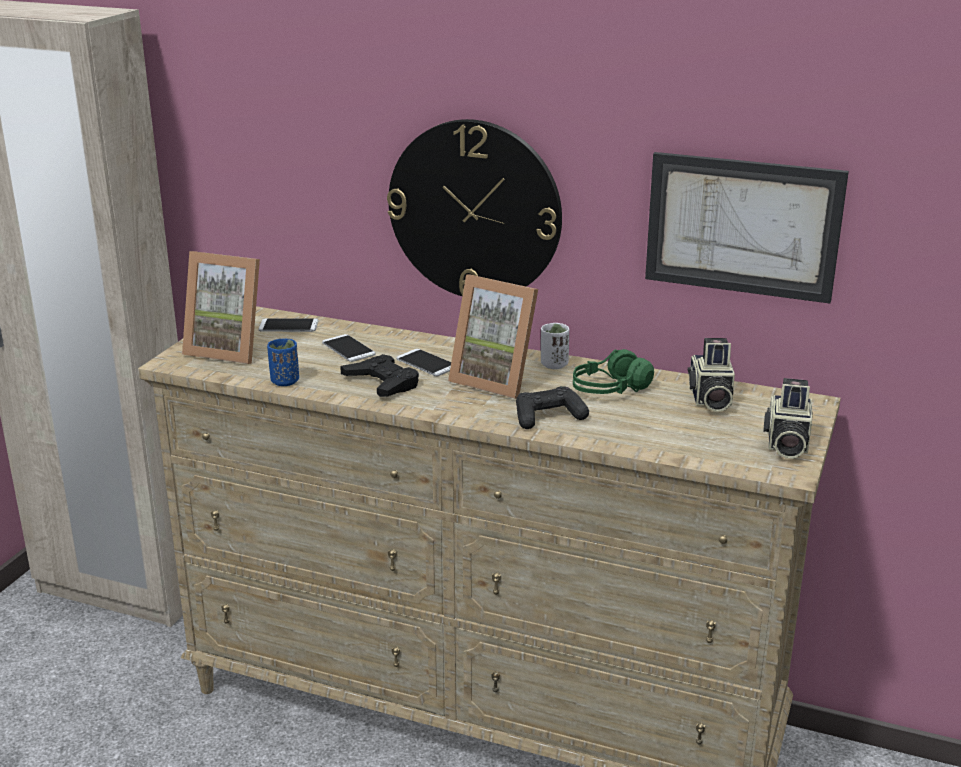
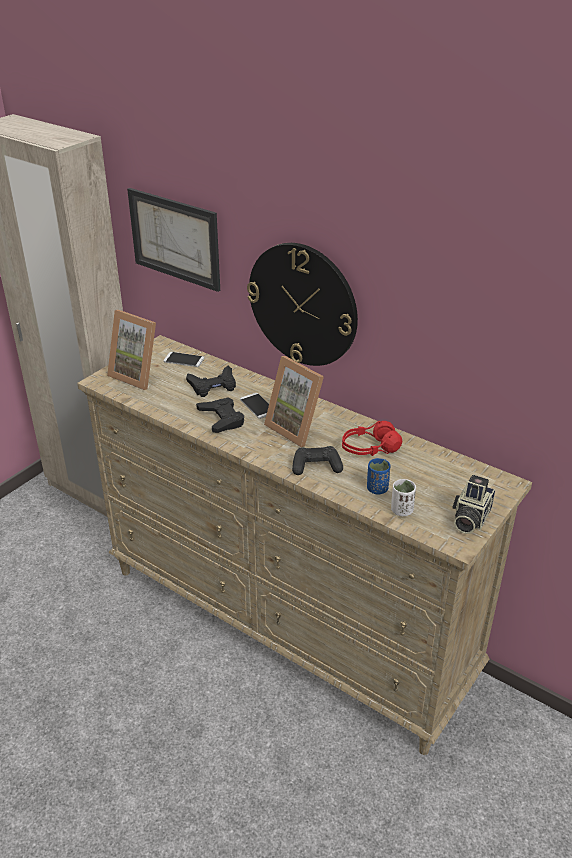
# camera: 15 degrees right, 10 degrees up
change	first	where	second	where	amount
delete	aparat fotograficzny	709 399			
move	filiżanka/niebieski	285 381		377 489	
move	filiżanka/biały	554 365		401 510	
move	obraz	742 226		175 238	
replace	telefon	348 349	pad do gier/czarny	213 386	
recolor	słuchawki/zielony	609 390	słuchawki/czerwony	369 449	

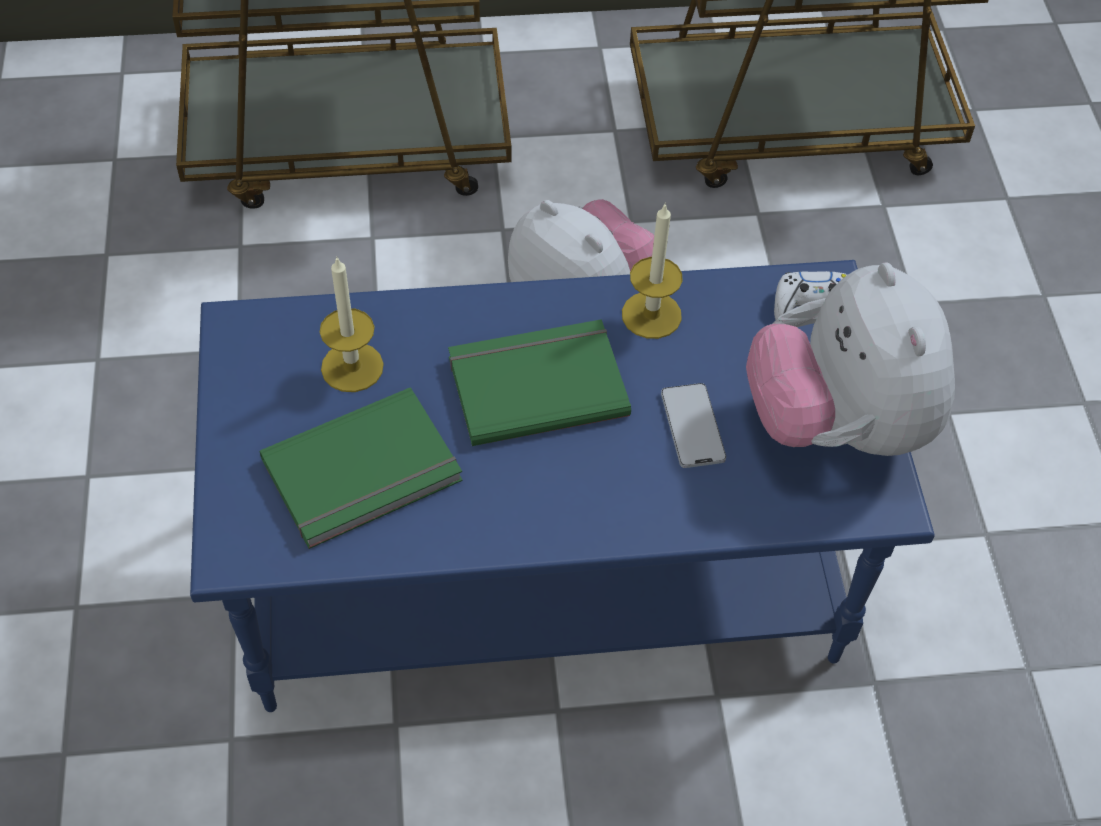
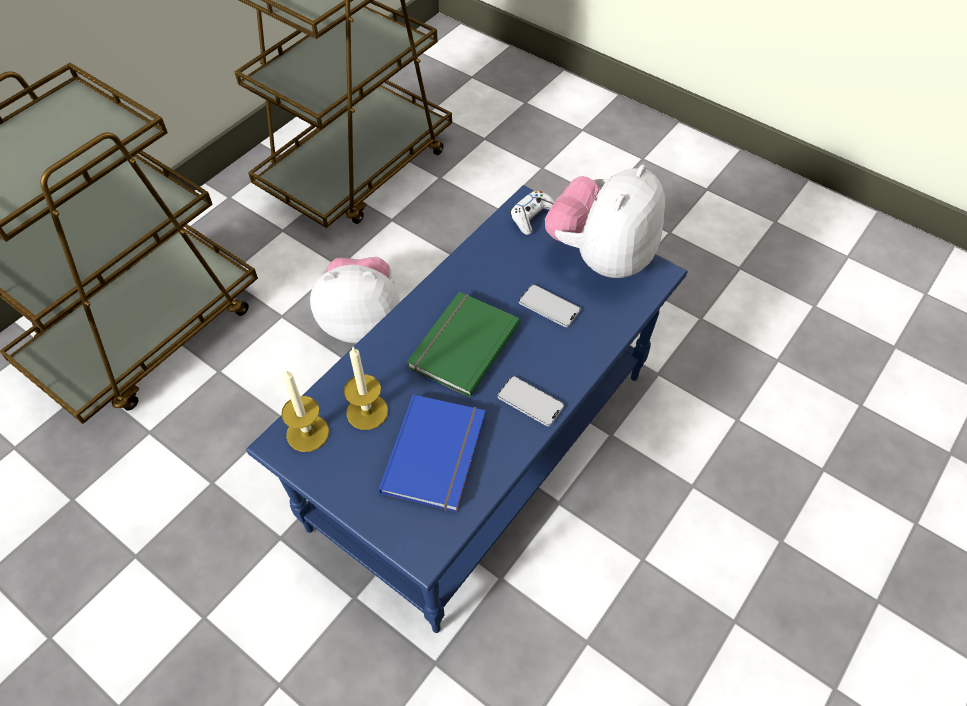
# camera: 45 degrees left, 0 degrees up
change	first	where	second	where	amount
insert			telefon	530 402	
move	świeca	651 315		307 433	
recolor	książka/zielony	365 474	książka/niebieski	438 454	
rotate	pluszak	838 424		601 257	90 degrees clockwise

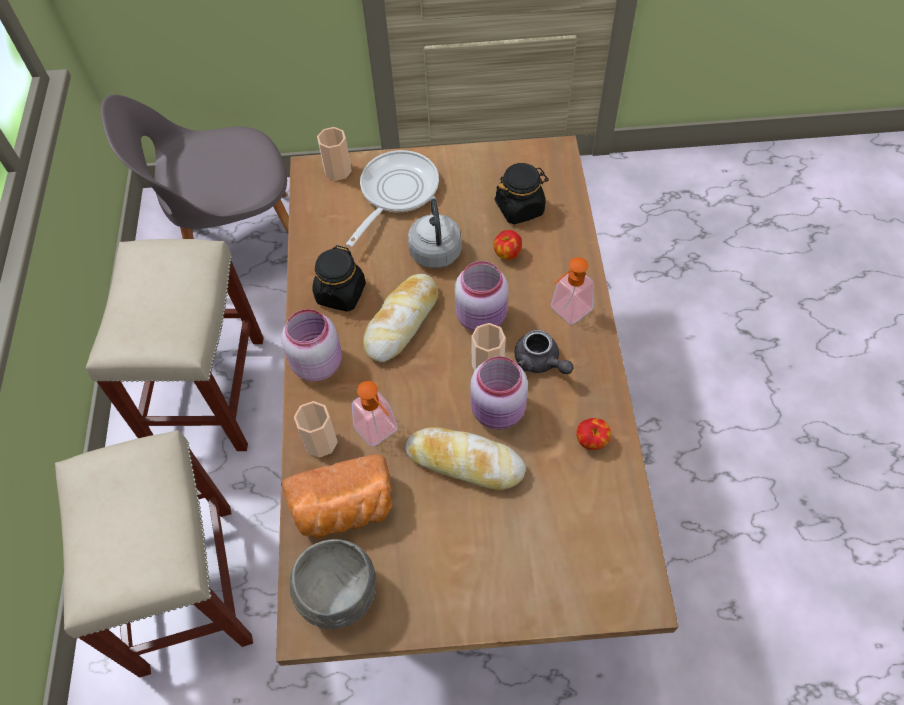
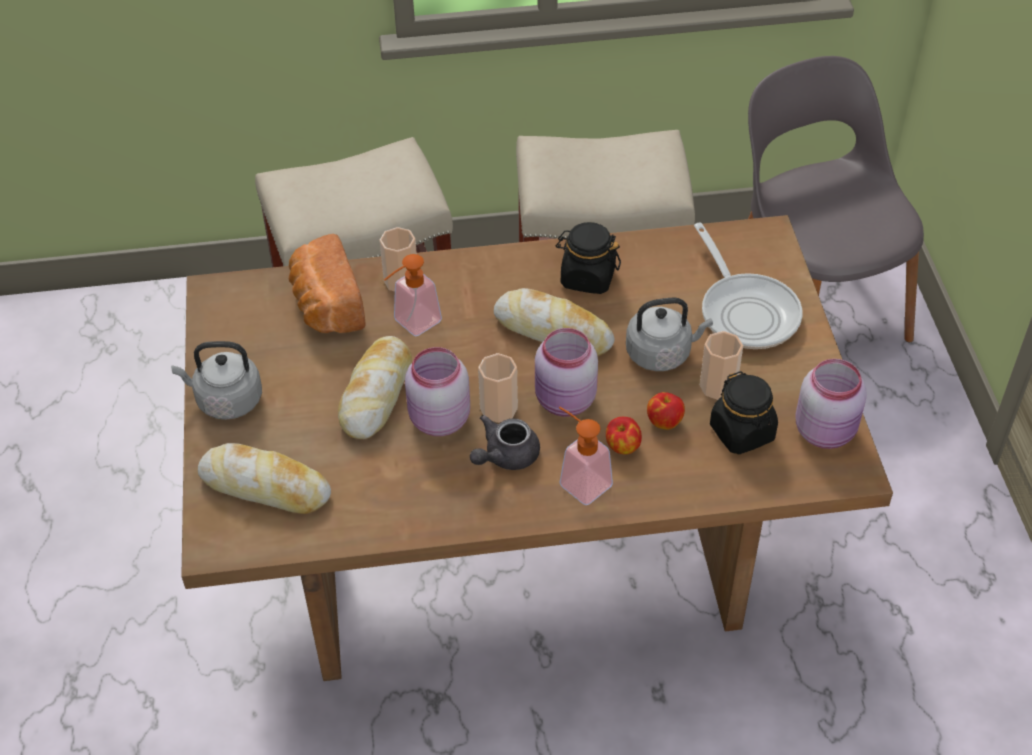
# camera: 85 degrees right, 10 degrees down
change	first	where	second	where	amount
delete	miska/szary	338 595			
insert			czajnik/szary	226 400	
insert			chleb	265 486	
move	słoik/różowy	317 362		826 431	
move	filiżanka	338 170		718 386	
move	jabłko	591 441		622 447	
rotate	patelnia	395 193		746 311	45 degrees clockwise

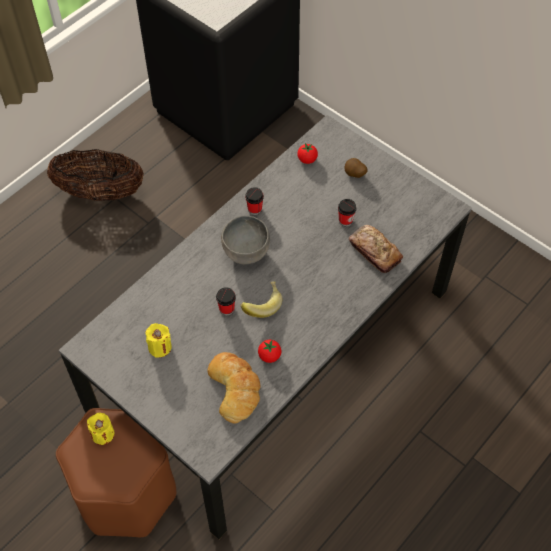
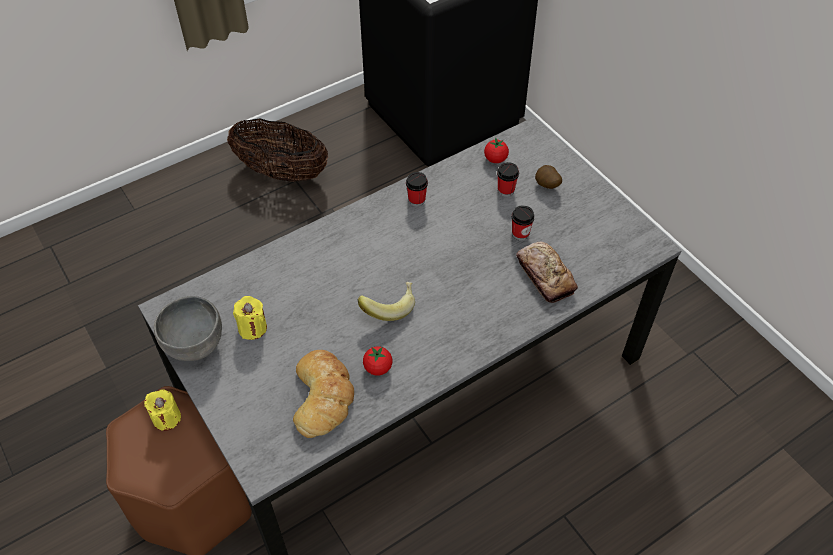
# camera: 15 degrees right, 5 degrees down
change	first	where	second	where	amount
move	filiżanka	226 309		506 190	
move	miska/szary	246 253		195 346	

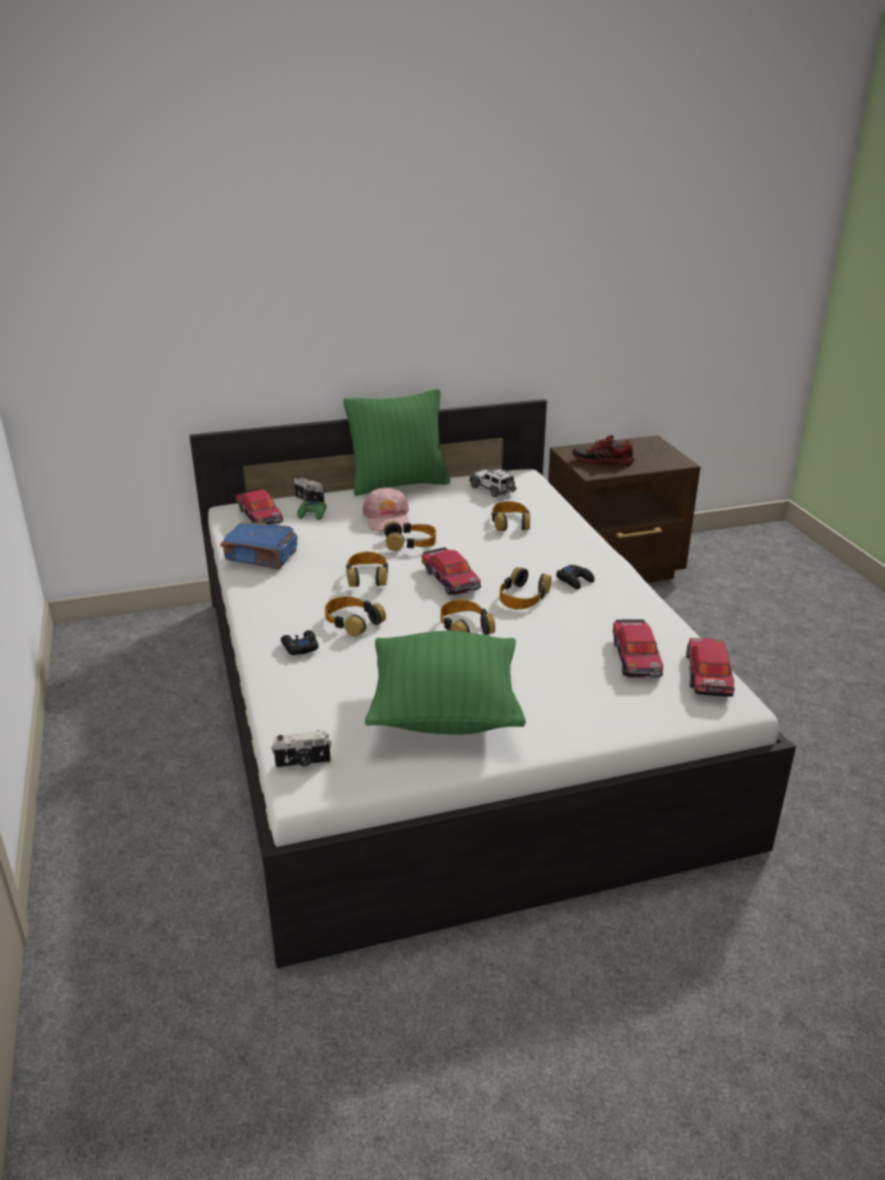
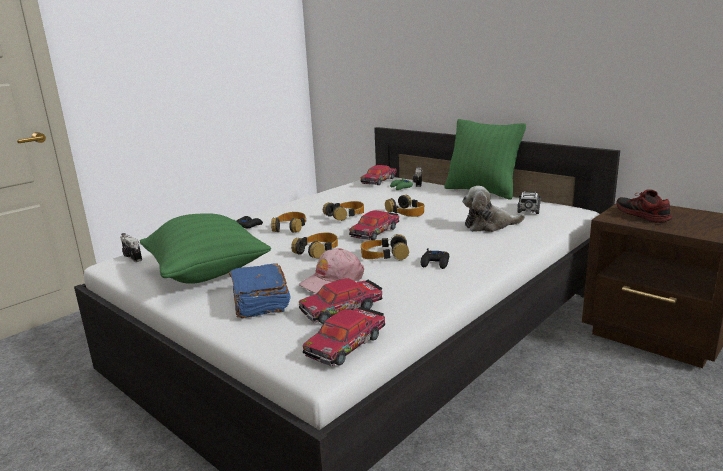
# camera: 60 degrees right, 10 degrees down
change	first	where	second	where	amount
move	książka/niebieski	262 557		259 302	
move	czapka z daszkiem/różowy	387 518		332 280	
replace	słuchawki	510 522	pluszak	489 226	
rotate	samochodzik	708 676		346 344	150 degrees clockwise

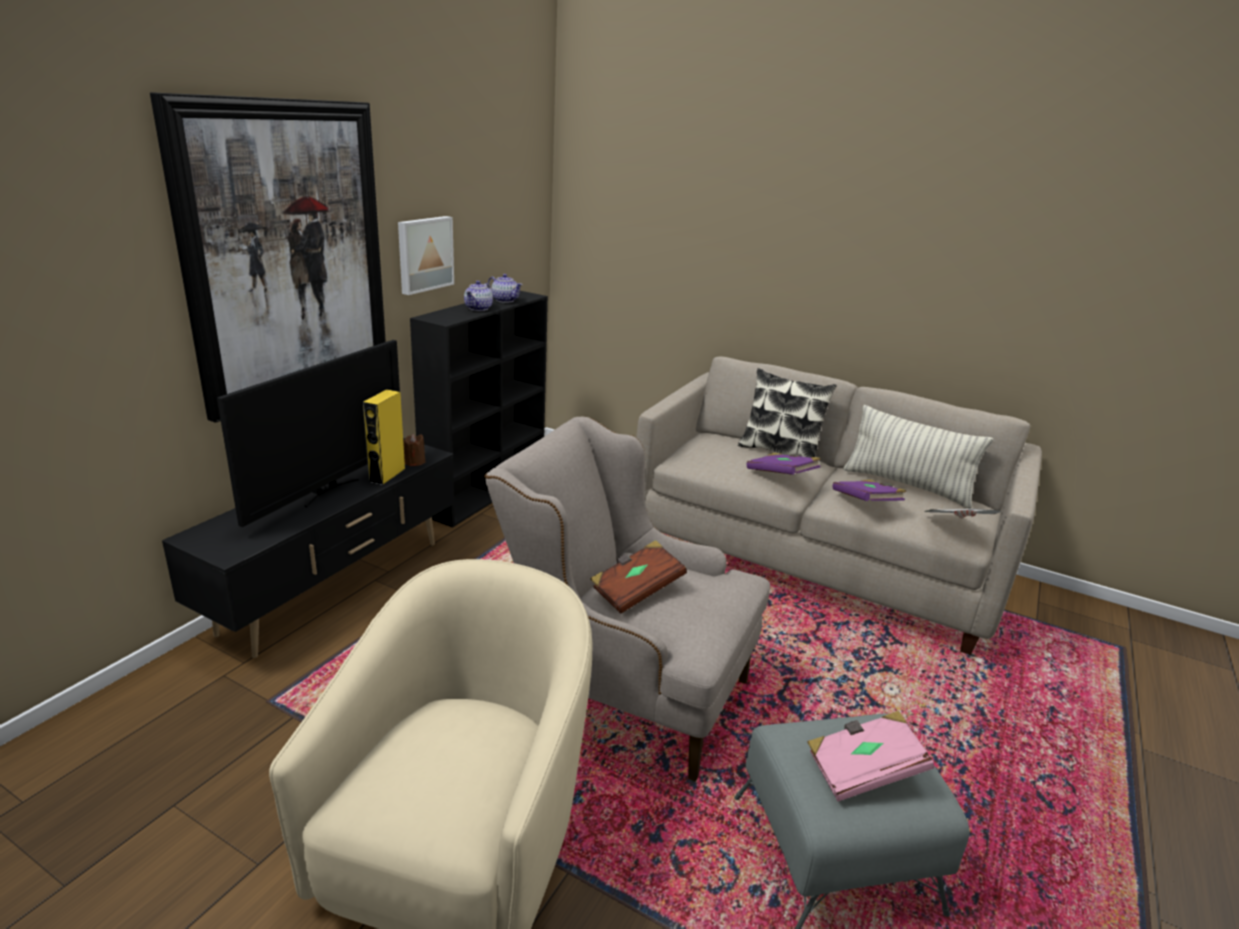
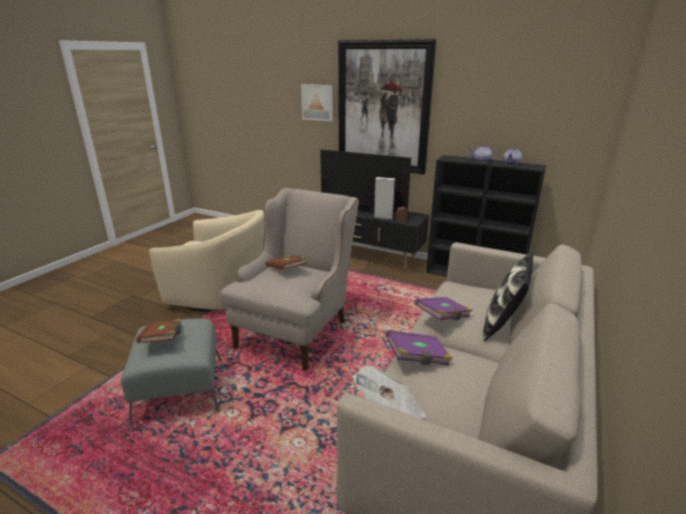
# camera: 90 degrees right, 0 degrees up
change	first	where	second	where	amount
delete	poduszka	907 485			
move	obraz	424 254		318 102	
recolor	głośnik/żółty	387 475	głośnik/szary	383 217	
recolor	książka/różowy	863 770	książka/brązowy	163 340	

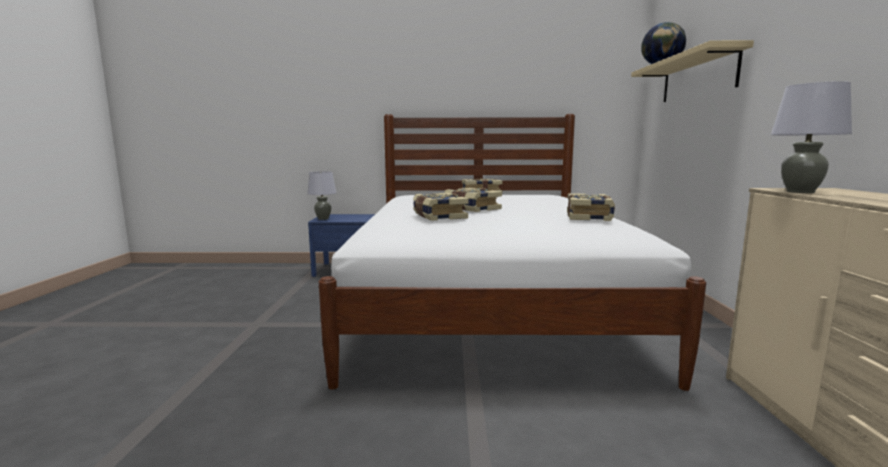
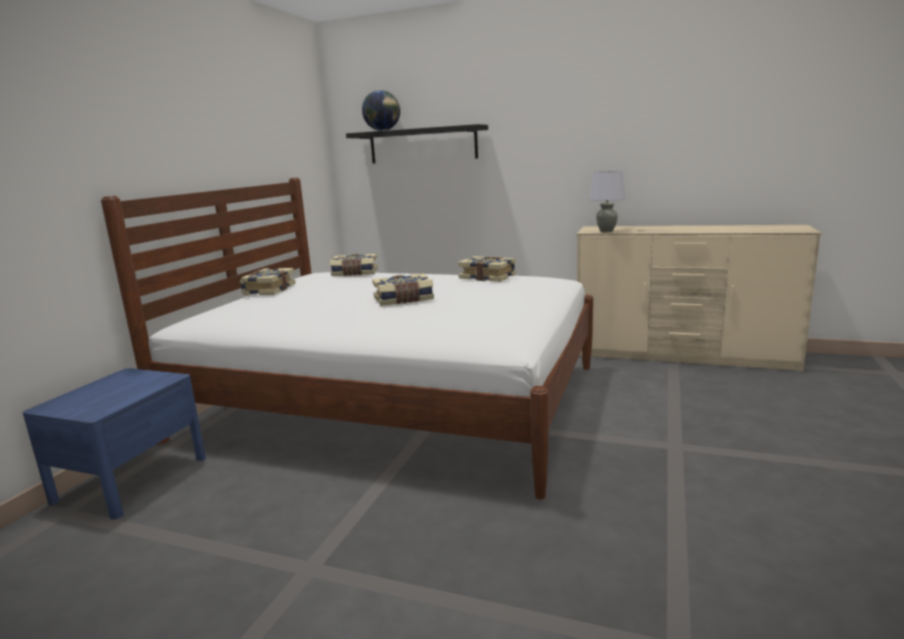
# camera: 70 degrees left, 5 degrees up
change	first	where	second	where	amount
delete	lampa stołowa/szary	323 218			
move	książka	438 217		355 273	
recolor	półka/beżowy	698 77	półka/czarny	422 145	

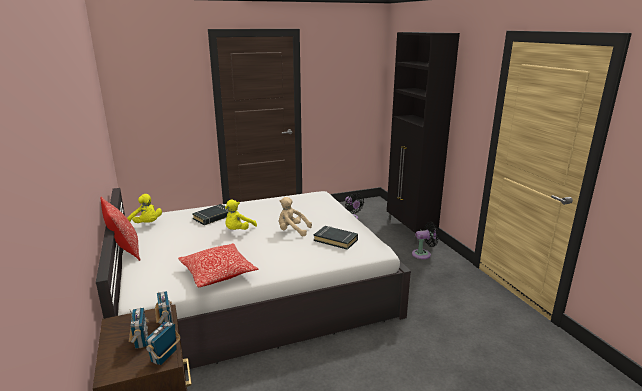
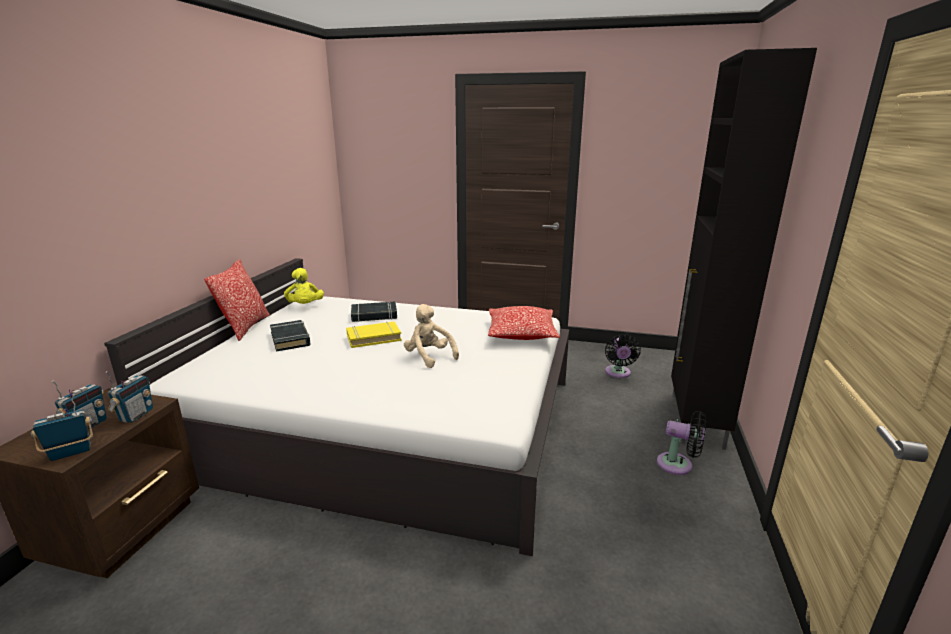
# camera: 35 degrees right, 0 degrees up
change	first	where	second	where	amount
move	poduszka	218 273		521 334	
move	książka/czarny	336 240		290 339	
replace	pluszak/żółty	238 230	książka/żółty	373 338	

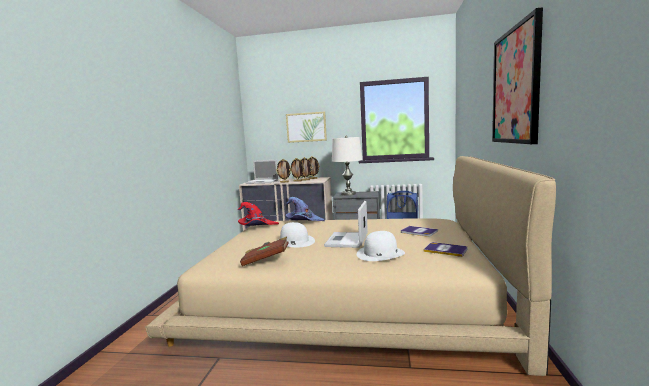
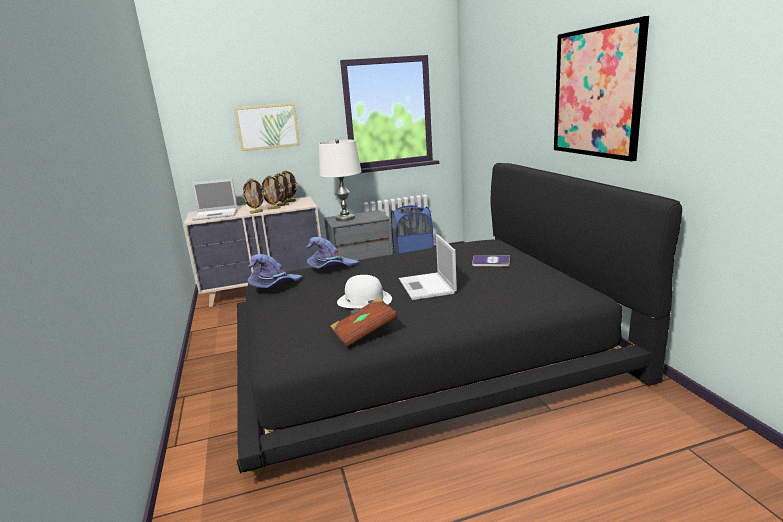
# camera: 25 degrees left, 10 degrees up
change	first	where	second	where	amount
delete	kapelusz/biały	380 254			
delete	książka	445 250			
recolor	łóżko/beżowy	349 296	łóżko/czarny	421 351	
recolor	kapelusz/czerwony	257 226	kapelusz/fioletowy	275 286	

